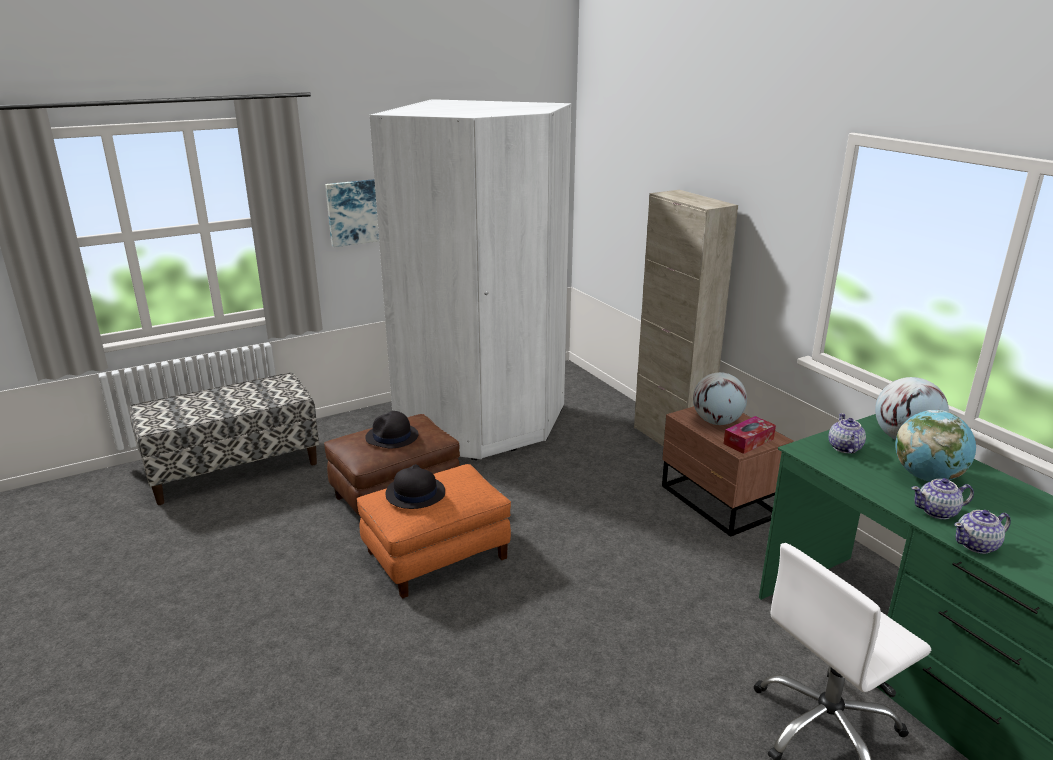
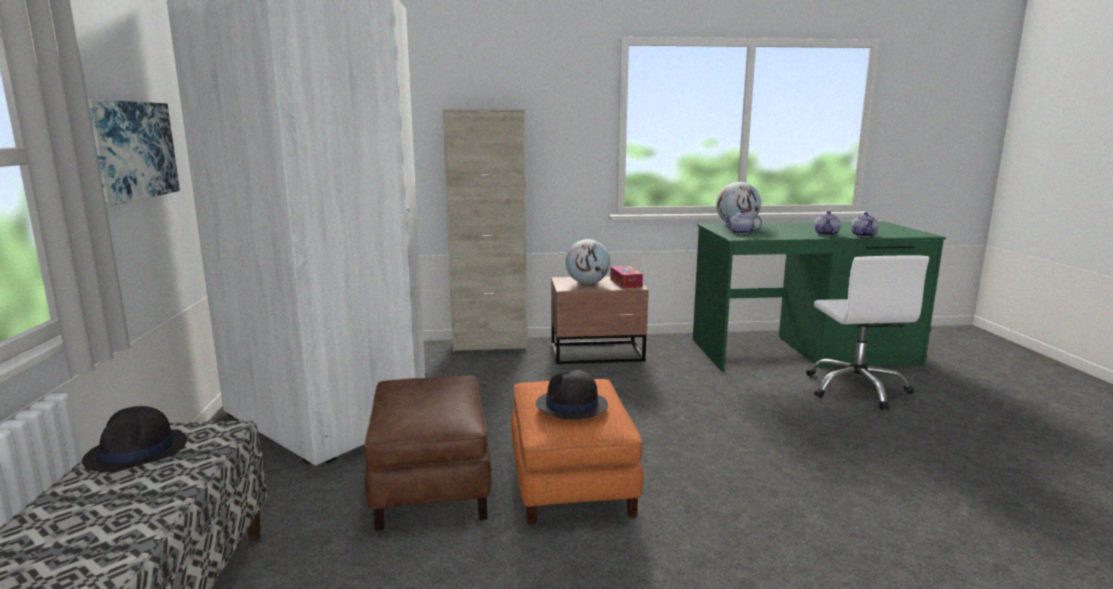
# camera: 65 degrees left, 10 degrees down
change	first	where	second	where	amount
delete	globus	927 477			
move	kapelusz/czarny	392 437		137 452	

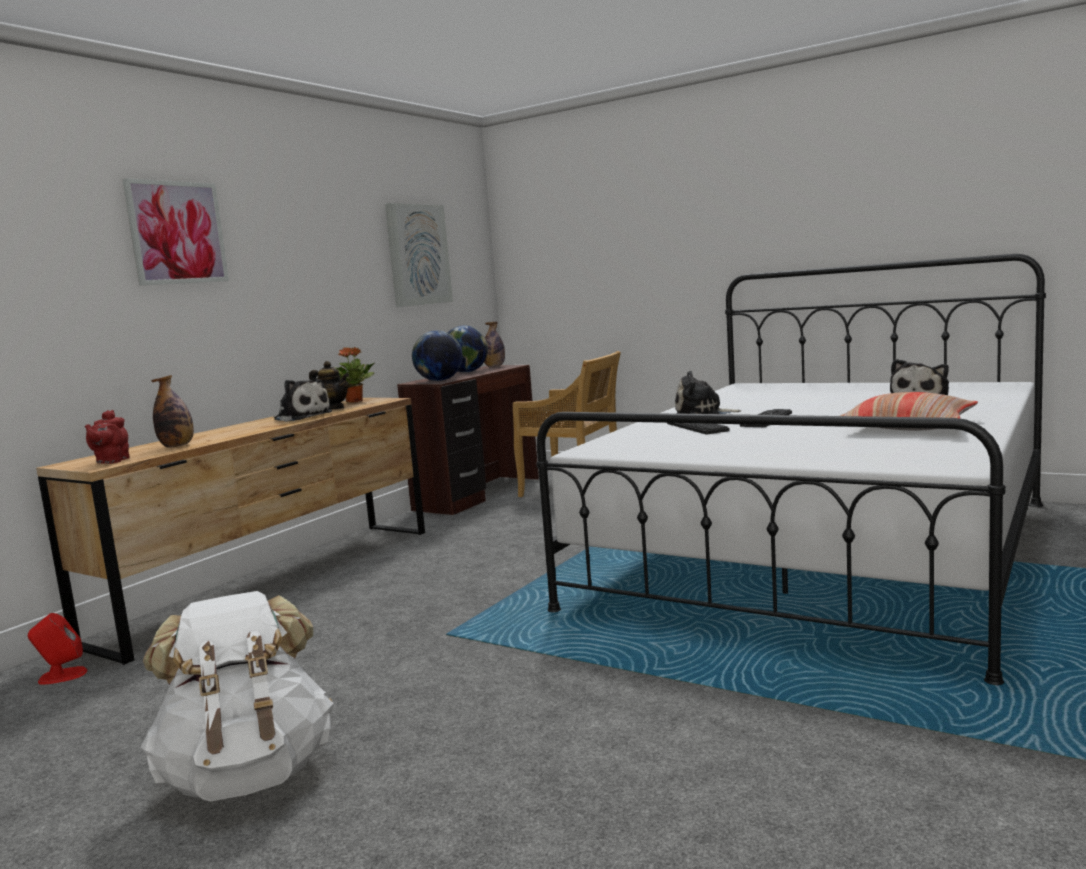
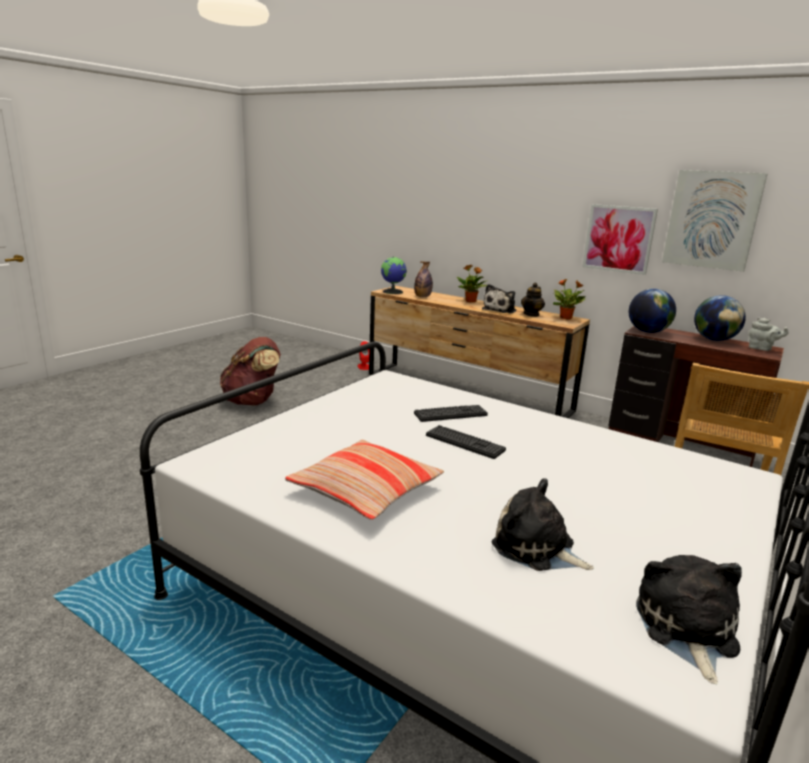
# camera: 90 degrees right, 10 degrees up
change	first	where	second	where	amount
insert			roślina doniczkowa	471 301	
move	obraz	177 233		618 239	
move	pluszak	702 414		686 629	
replace	imbryk/czerwony	111 461	globus	393 292	
replace	butelka	494 366	imbryk/szary	761 349	
recolor	plecak/biały	249 774	plecak/brązowy	253 401	

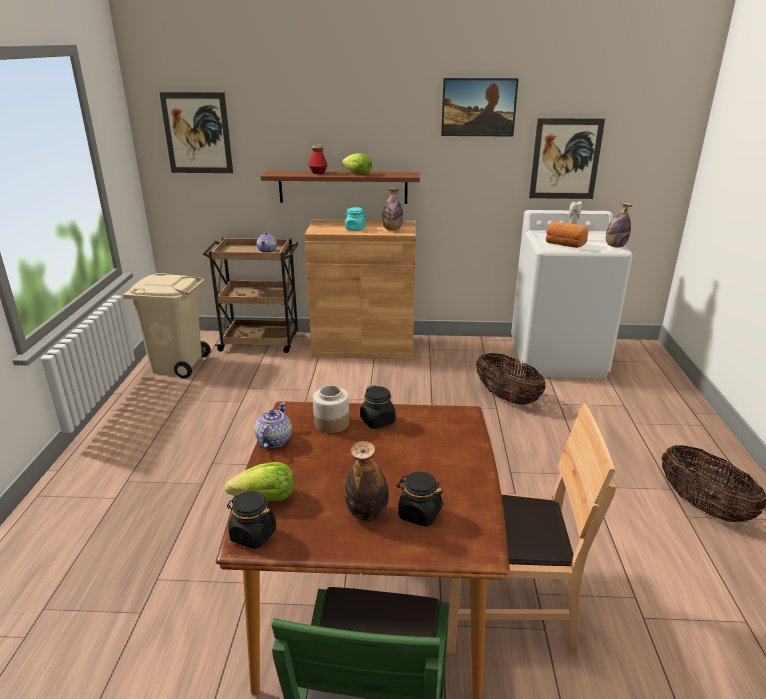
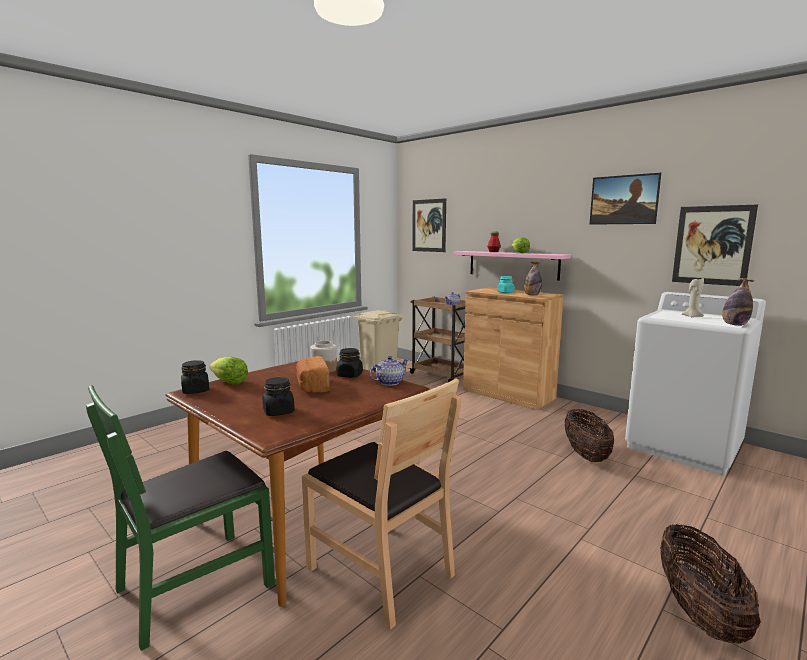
# camera: 40 degrees right, 15 degrees down
change	first	where	second	where	amount
delete	butelka	367 514			
move	imbryk	273 440		389 382	
move	chleb	564 245		312 386	
recolor	półka/brązowy	343 187	półka/różowy	512 264	

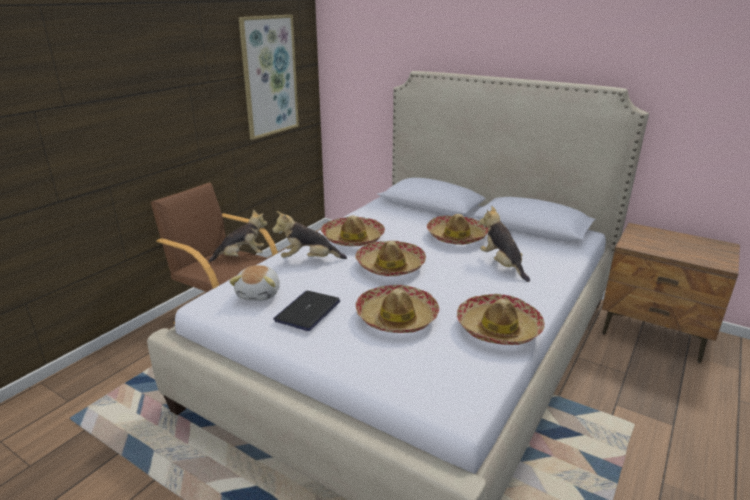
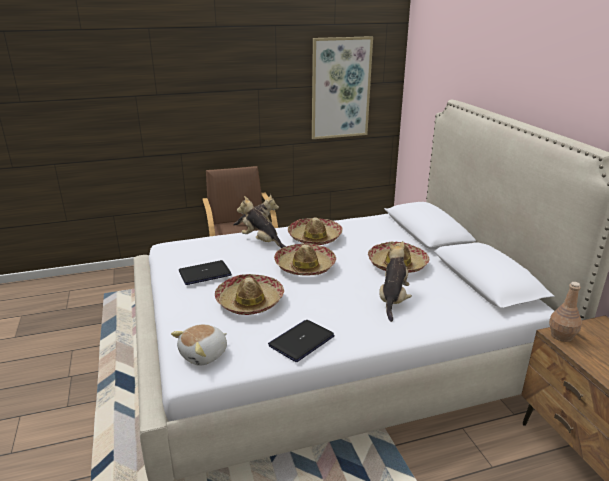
# camera: 40 degrees right, 0 degrees up
change	first	where	second	where	amount
insert			butelka/brązowy	561 336	
move	pluszak	259 294		204 355	
replace	kapelusz	498 329	laptop	301 341	

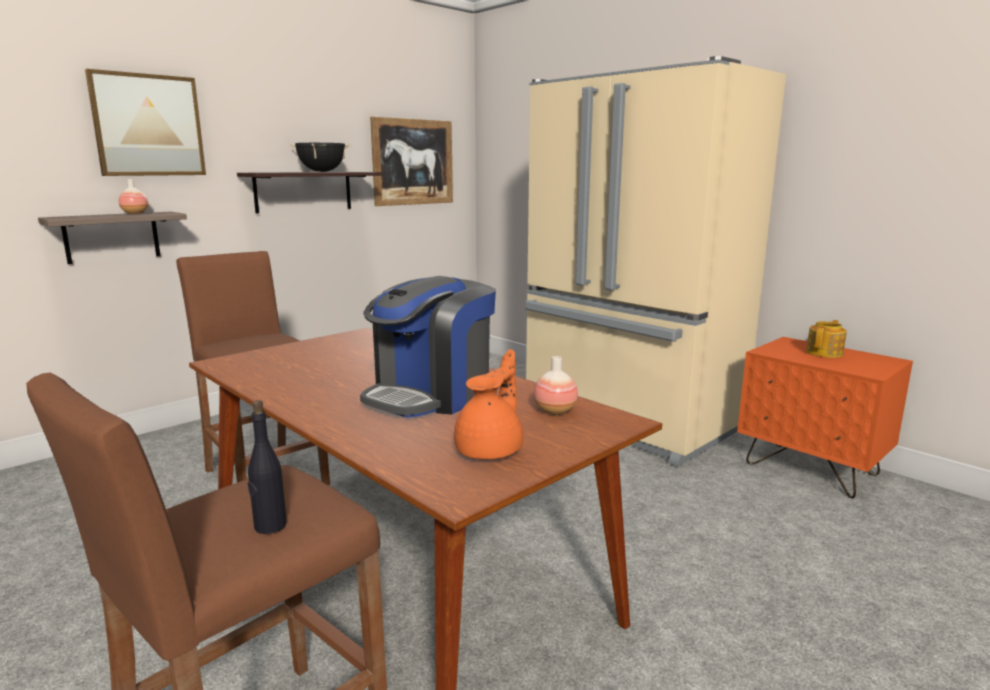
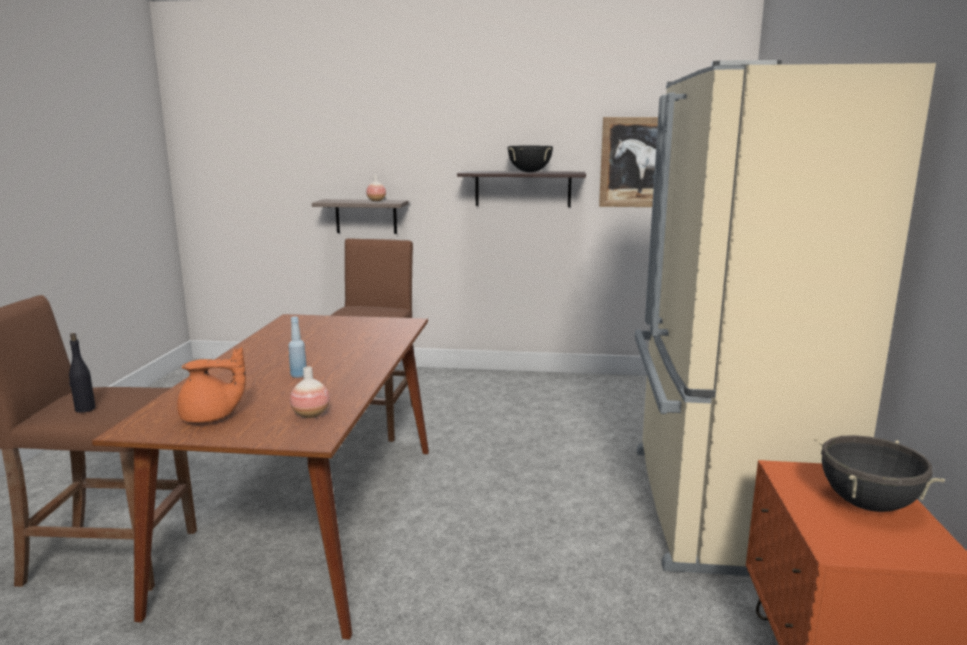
# camera: 50 degrees right, 0 degrees up
change	first	where	second	where	amount
delete	obraz	148 125			
replace	ekspres do kawy	431 395	butelka/niebieski	298 375	
replace	imbryk	825 353	garnek/czarny	867 505	

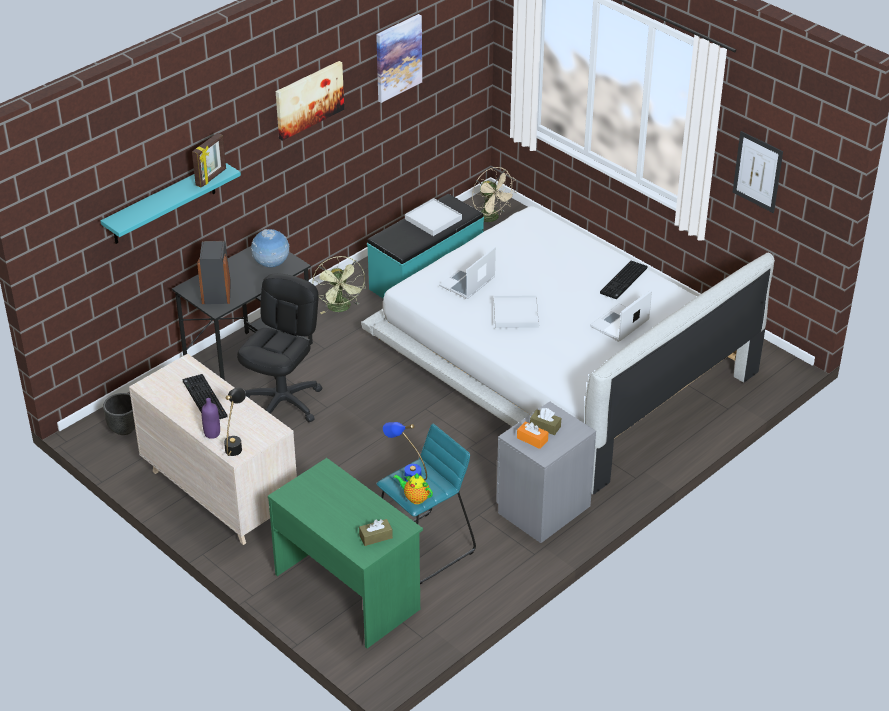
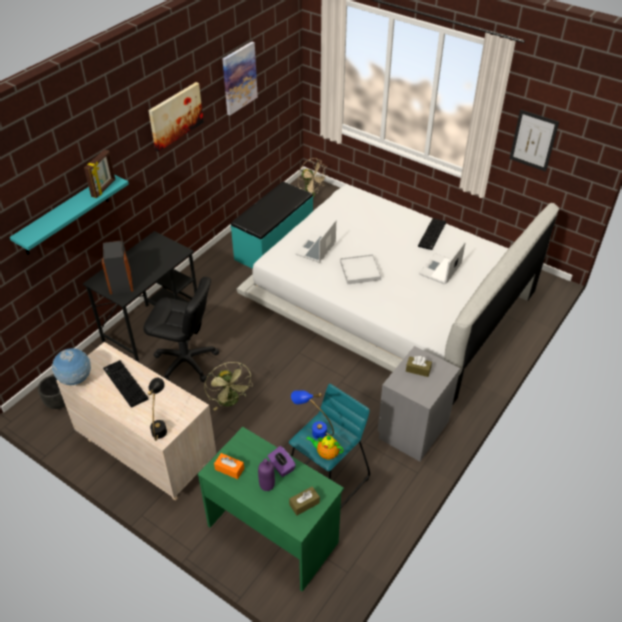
# camera: 10 degrees left, 5 degrees up
change	first	where	second	where	amount
delete	taca/biały	433 219			
insert			pudełko chusteczek/fioletowy	281 467	
move	butelka/fioletowy	212 433		267 485	
move	globus	271 265		76 380	
move	wentylator/zielony	341 308		231 402	
move	pudełko chusteczek/pomarańczowy	532 439		229 469	
rotate	krzesło biurowe/czarny	283 403		186 362	90 degrees clockwise

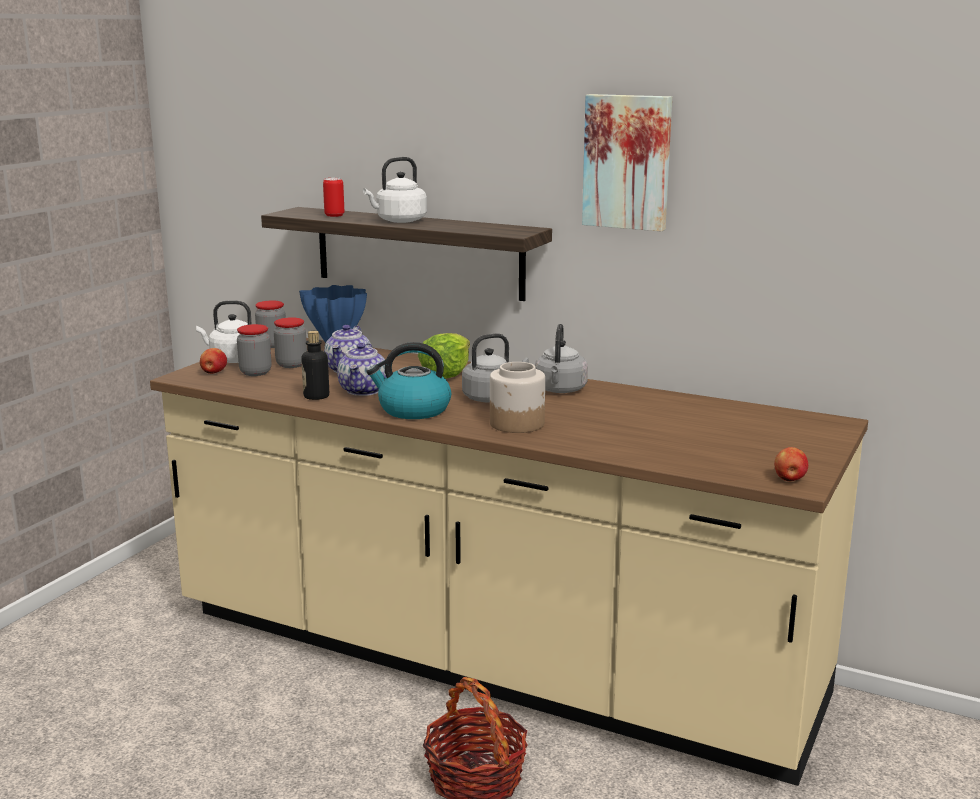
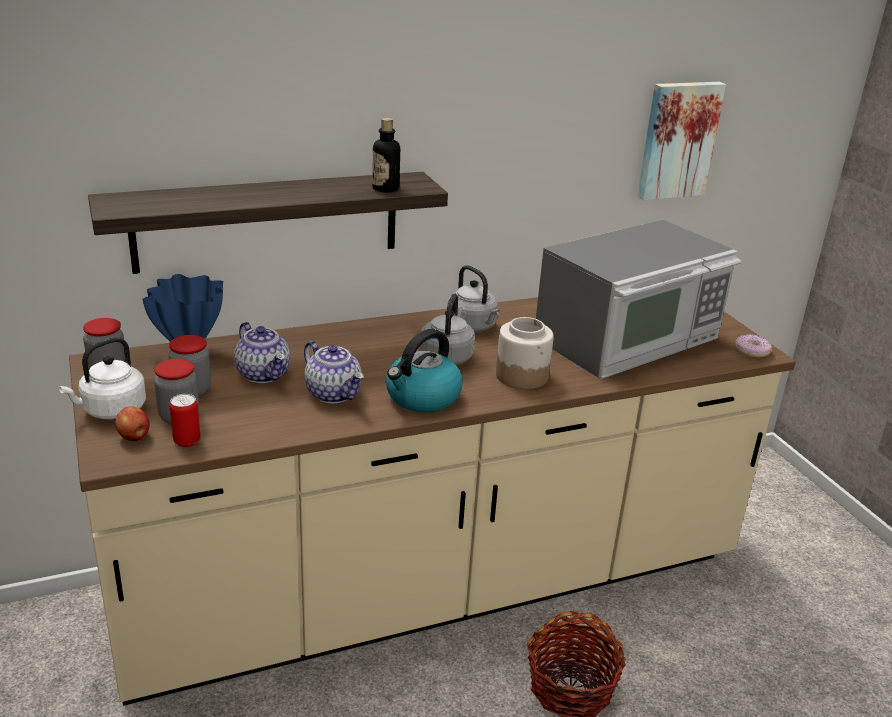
# camera: 50 degrees left, 10 degrees up
change	first	where	second	where	amount
delete	czajnik/biały	399 221			
delete	sałata	446 373			
insert			mikrofalówka	630 339	
move	butelka	316 396		385 189	
move	puszka	334 215		187 441	
move	obraz	628 162		677 140	
replace	jabłko	789 479	donut	751 351	

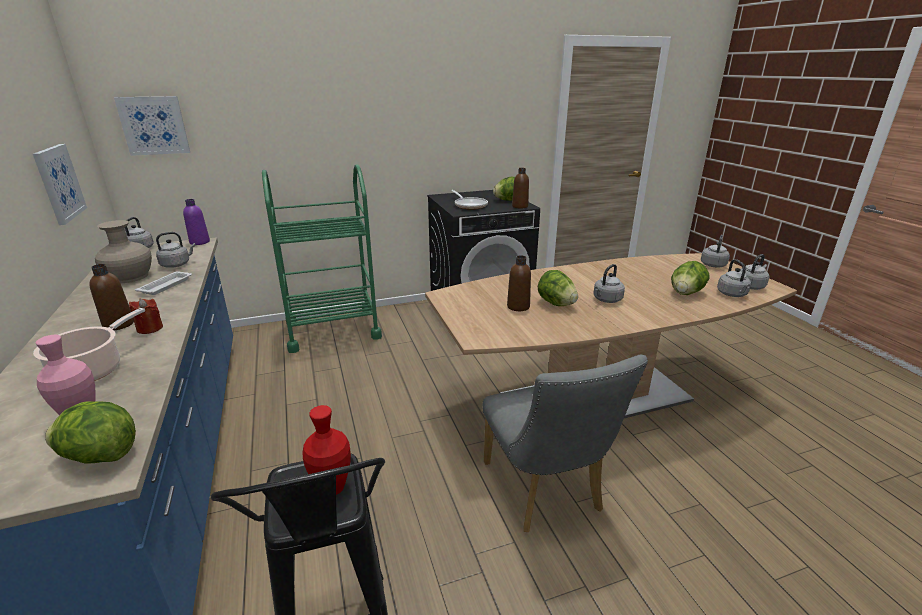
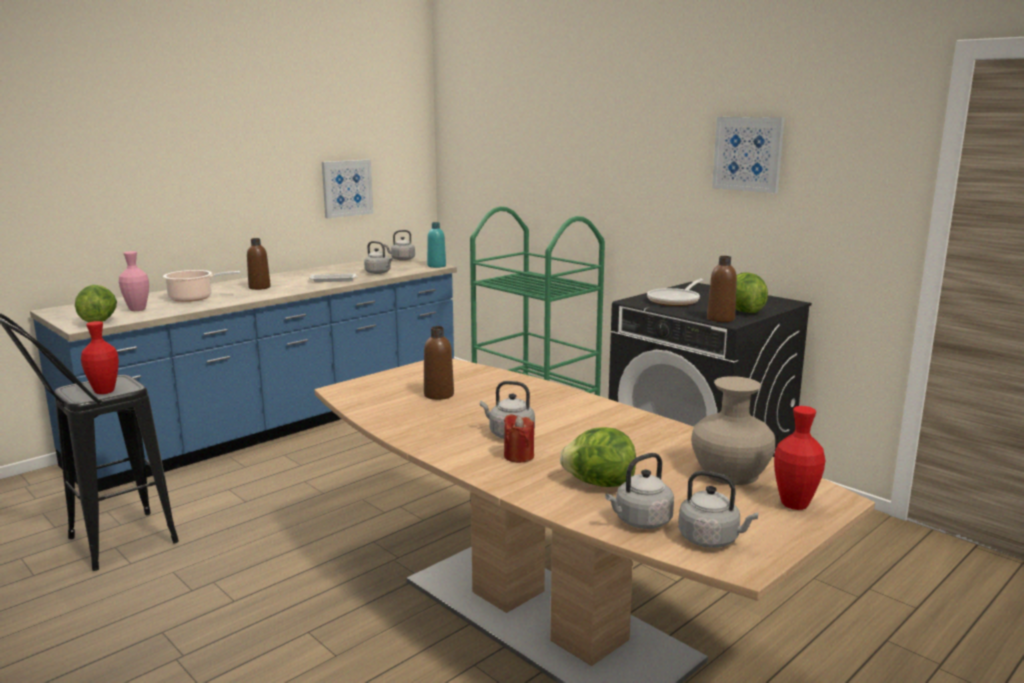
# camera: 65 degrees right, 10 degrees down
change	first	where	second	where	amount
delete	krzesło/szary	545 492			
delete	sałata	556 303			
move	wazon/beżowy	130 277		730 472	
move	obraz	154 125		748 154	
move	świeca/czerwony	150 328		519 456	
replace	czajnik/szary	713 264	wazon/czerwony	794 505	
recolor	butelka/fioletowy	200 242	butelka/turkusowy	436 266	

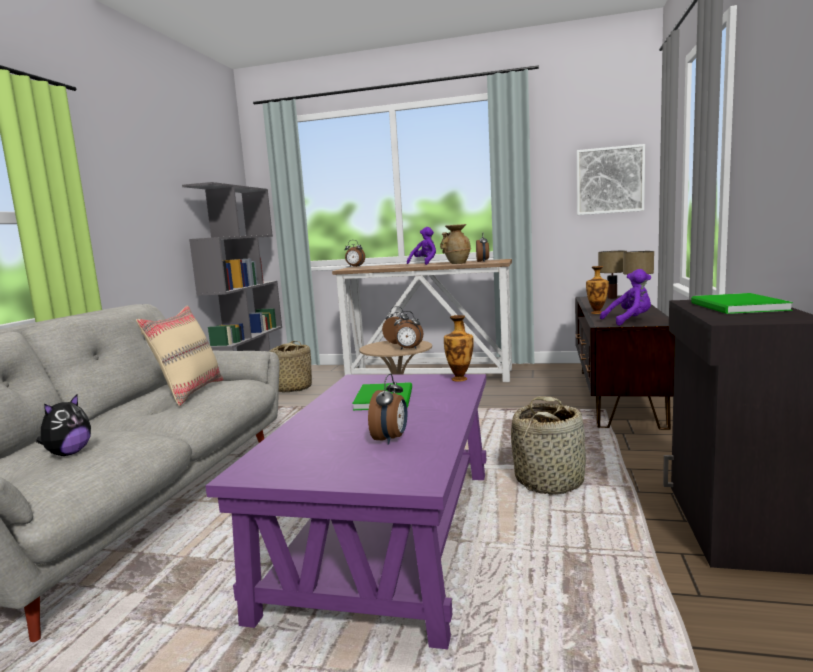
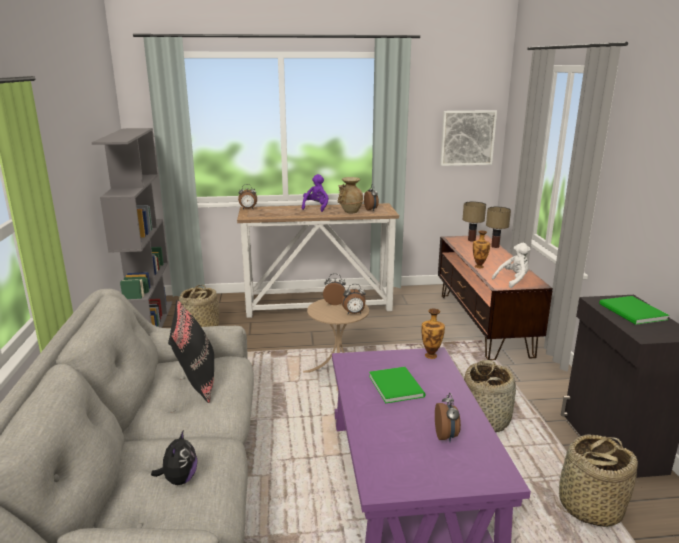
# camera: 20 degrees left, 10 degrees up
change	first	where	second	where	amount
insert			koszyk	589 506	
recolor	poduszka/beżowy	189 392	poduszka/czarny	196 382	
recolor	pluszak/fioletowy	629 321	pluszak/biały	513 280	

